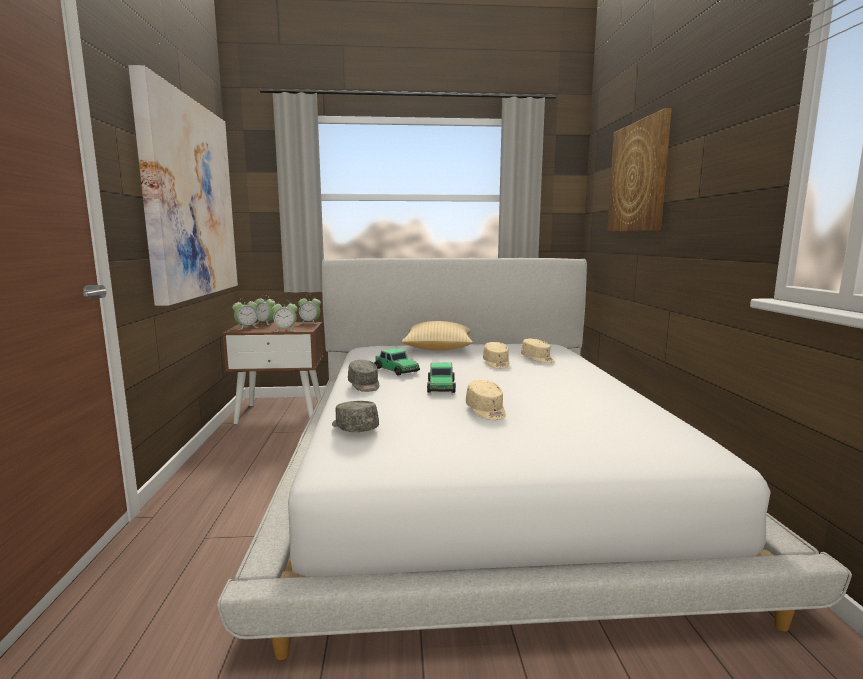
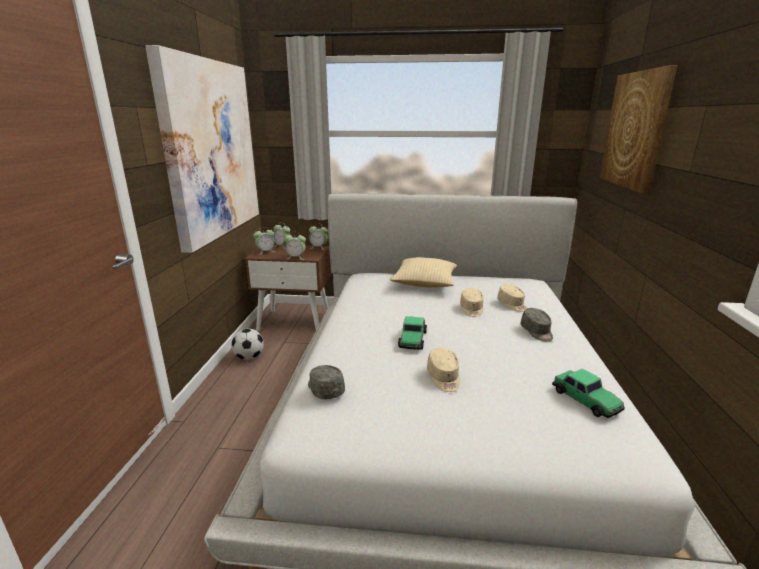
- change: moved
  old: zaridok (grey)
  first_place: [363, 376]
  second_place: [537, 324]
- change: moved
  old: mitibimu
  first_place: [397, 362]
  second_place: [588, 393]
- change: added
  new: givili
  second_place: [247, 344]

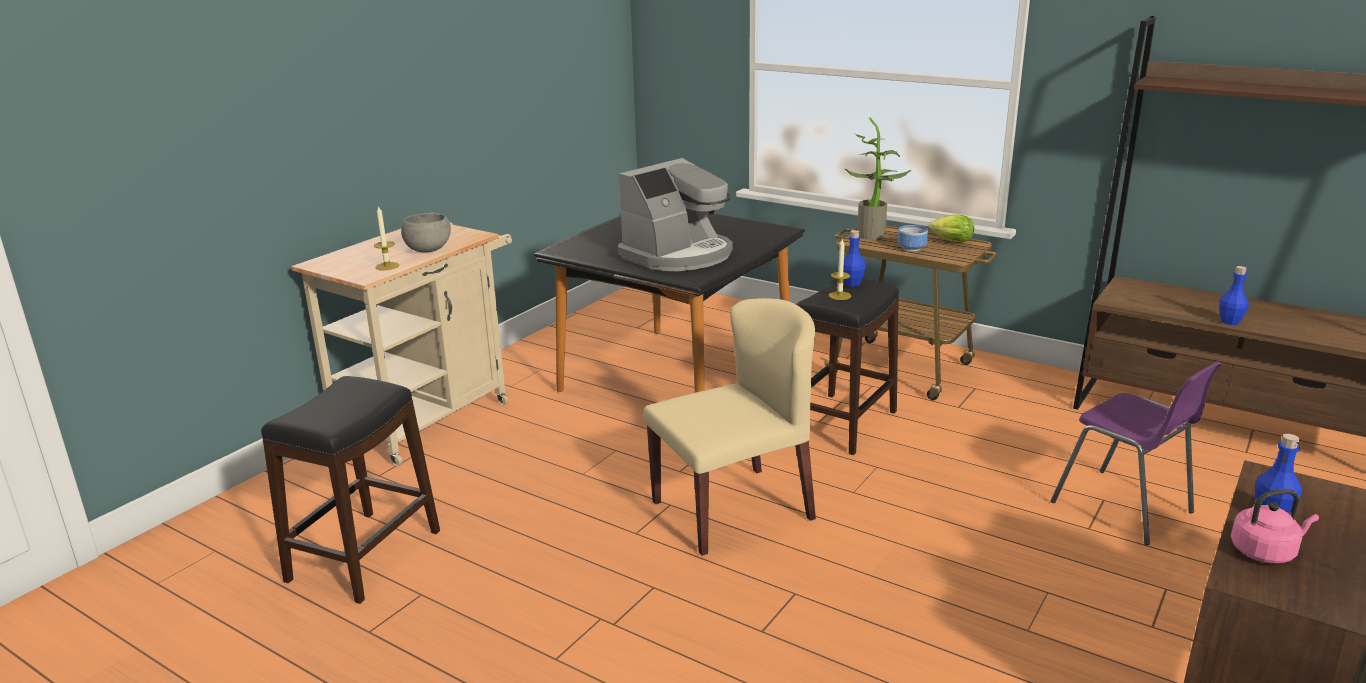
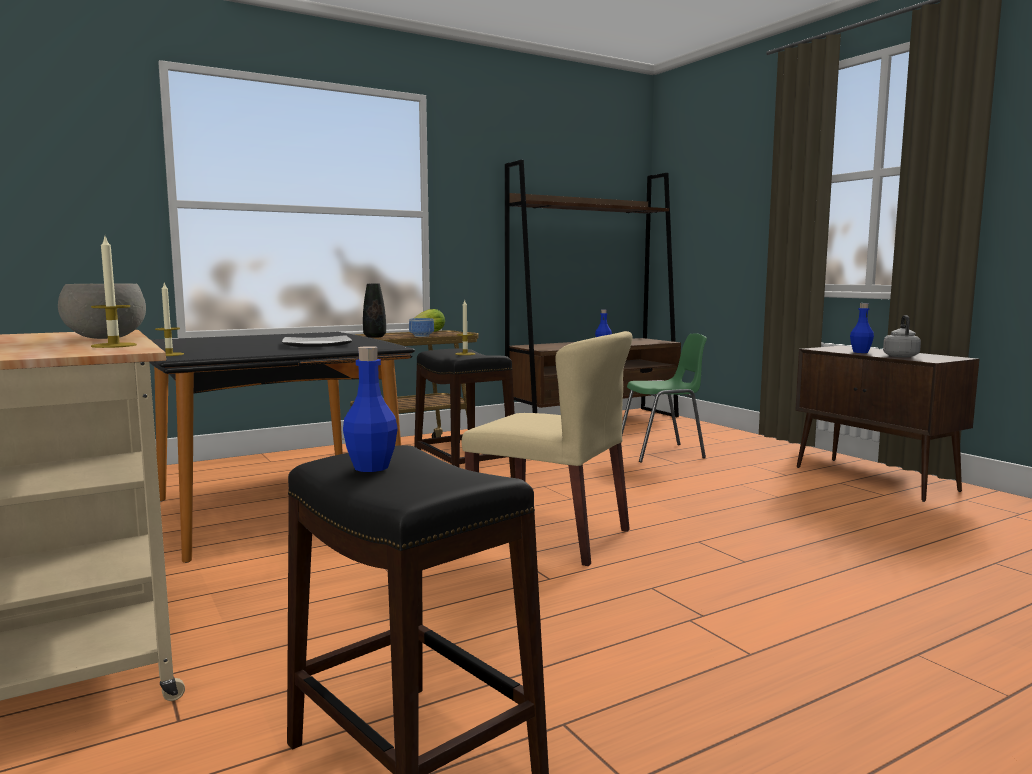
- change: replaced
  old: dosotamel
  new: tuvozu
  first_place: [675, 214]
  second_place: [317, 341]
- change: turned
  old: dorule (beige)
  first_place: [729, 427]
  second_place: [547, 448]
  degrees: 120
- change: moved
  old: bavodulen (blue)
  first_place: [854, 258]
  second_place: [370, 409]
- change: replaced
  old: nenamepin
  new: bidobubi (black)
  first_place: [878, 178]
  second_place: [374, 311]
- change: recoloured
  old: dorule (purple)
  new: dorule (green)
  first_place: [1136, 453]
  second_place: [664, 398]
- change: recoloured
  old: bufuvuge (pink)
  new: bufuvuge (grey)
  first_place: [1275, 526]
  second_place: [902, 336]
- change: added
  new: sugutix
  second_place: [169, 319]

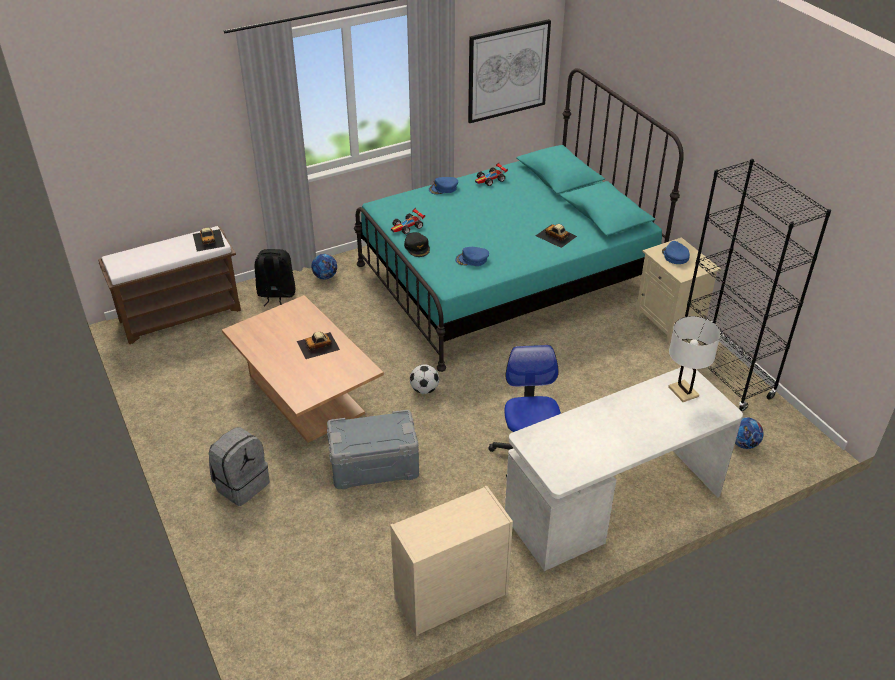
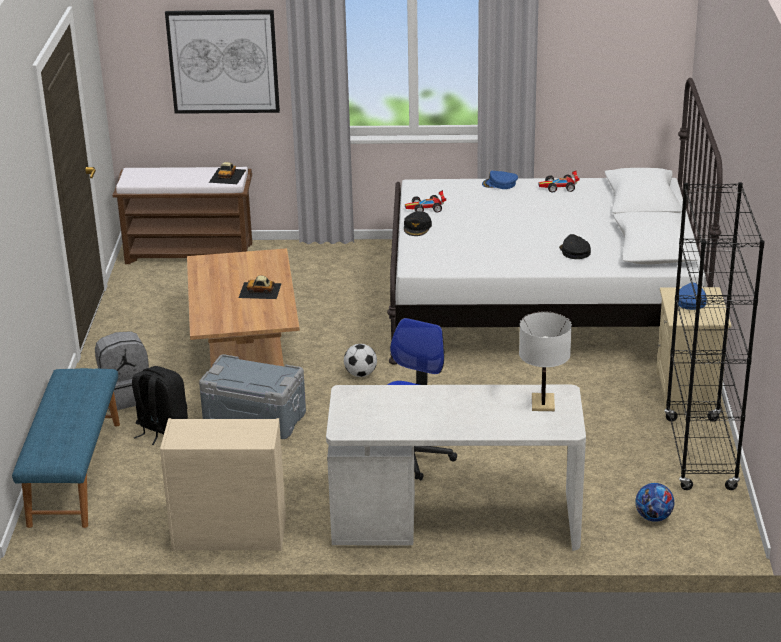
- change: moved
  old: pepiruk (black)
  first_place: [275, 277]
  second_place: [160, 405]
- change: removed
  old: givili
  first_place: [324, 266]
- change: recoloured
  old: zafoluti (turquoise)
  new: zafoluti (white)
  first_place: [519, 220]
  second_place: [555, 221]
- change: removed
  old: zaridok (blue)
  first_place: [472, 256]
- change: moved
  old: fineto
  first_place: [509, 71]
  second_place: [222, 62]
- change: replaced
  old: mitibimu
  new: zaridok (black)
  first_place: [556, 236]
  second_place: [575, 246]
- change: added
  new: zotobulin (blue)
  second_place: [66, 448]

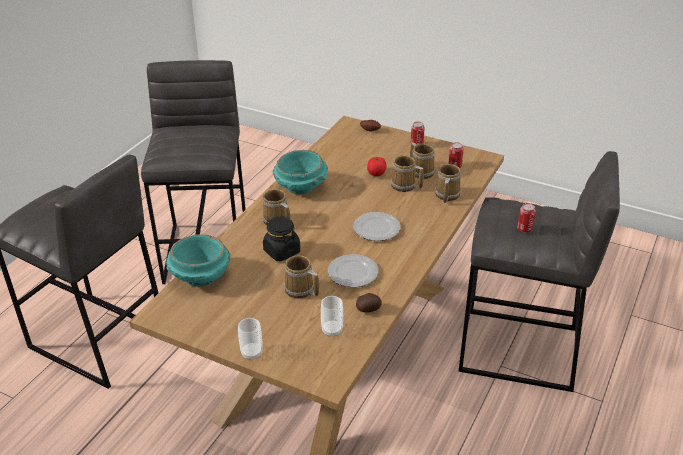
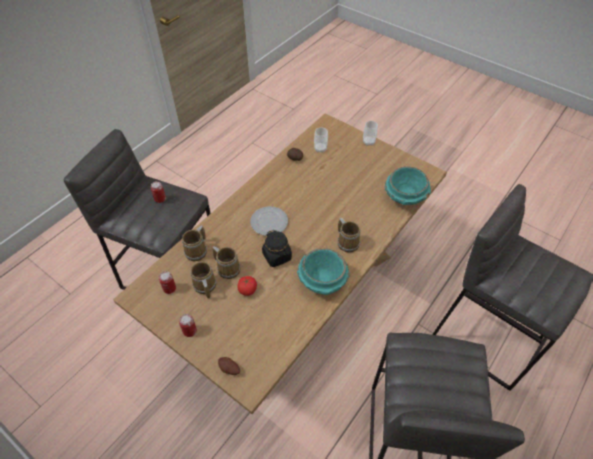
- change: moved
  old: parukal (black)
  first_place: [281, 239]
  second_place: [277, 248]
- change: removed
  old: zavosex
  first_place: [301, 277]
- change: removed
  old: tuvozu
  first_place: [353, 270]

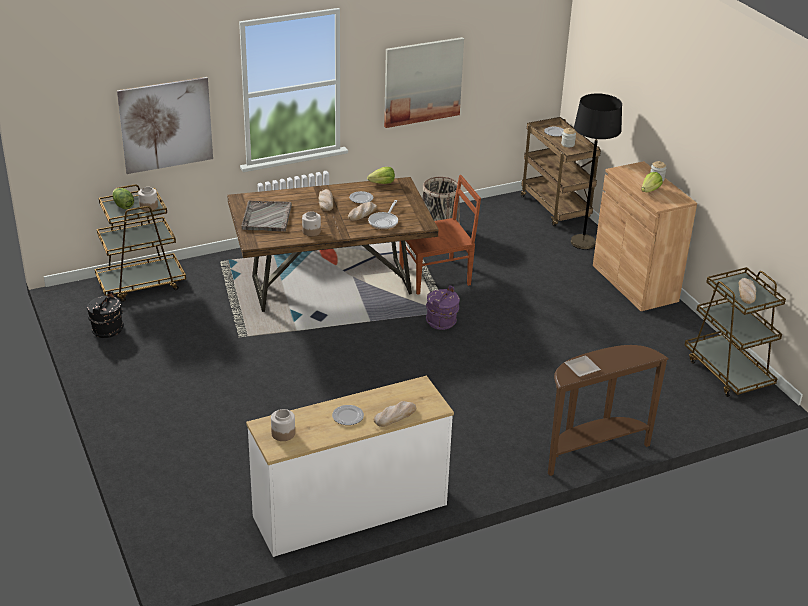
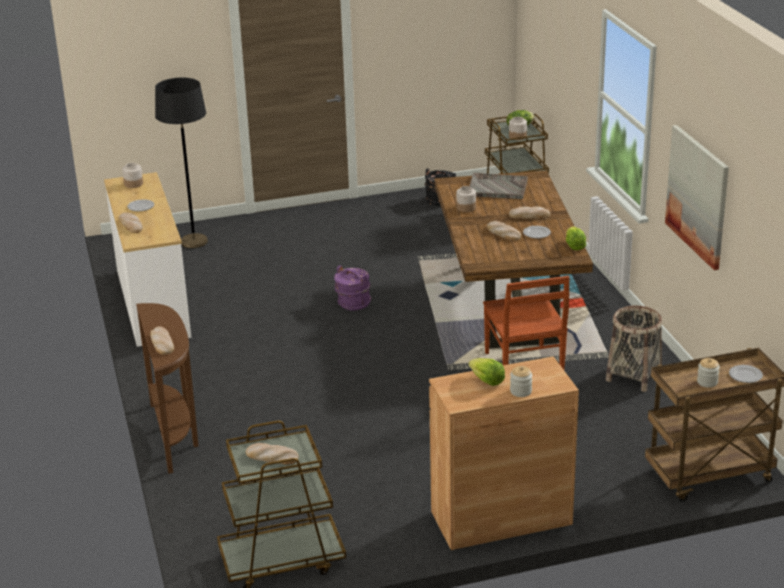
- change: removed
  old: fineto
  first_place: [165, 125]
- change: removed
  old: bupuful
  first_place: [383, 214]
- change: moved
  old: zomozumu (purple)
  first_place: [443, 307]
  second_place: [352, 287]
- change: removed
  old: tuvozu
  first_place: [582, 366]
- change: moved
  old: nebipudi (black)
  first_place: [596, 171]
  second_place: [181, 163]
- change: added
  new: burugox
  second_place: [162, 340]

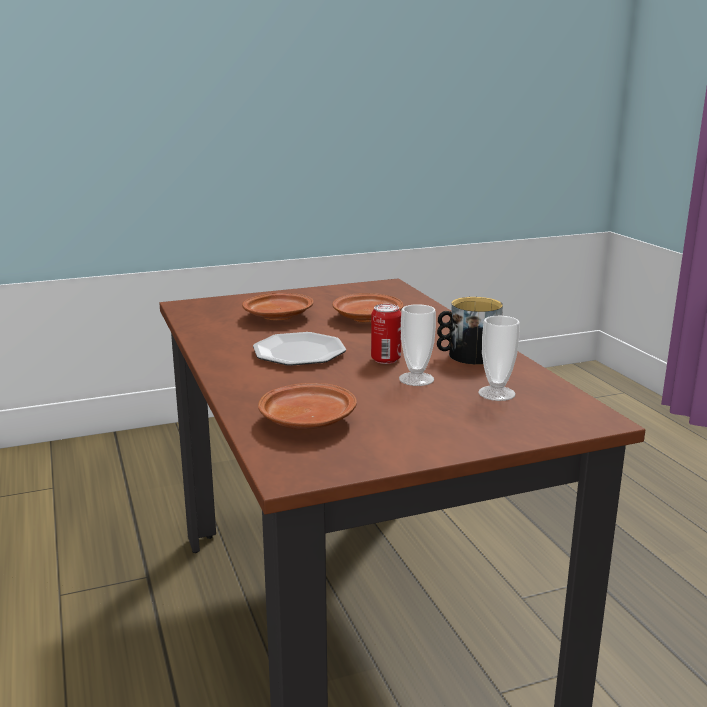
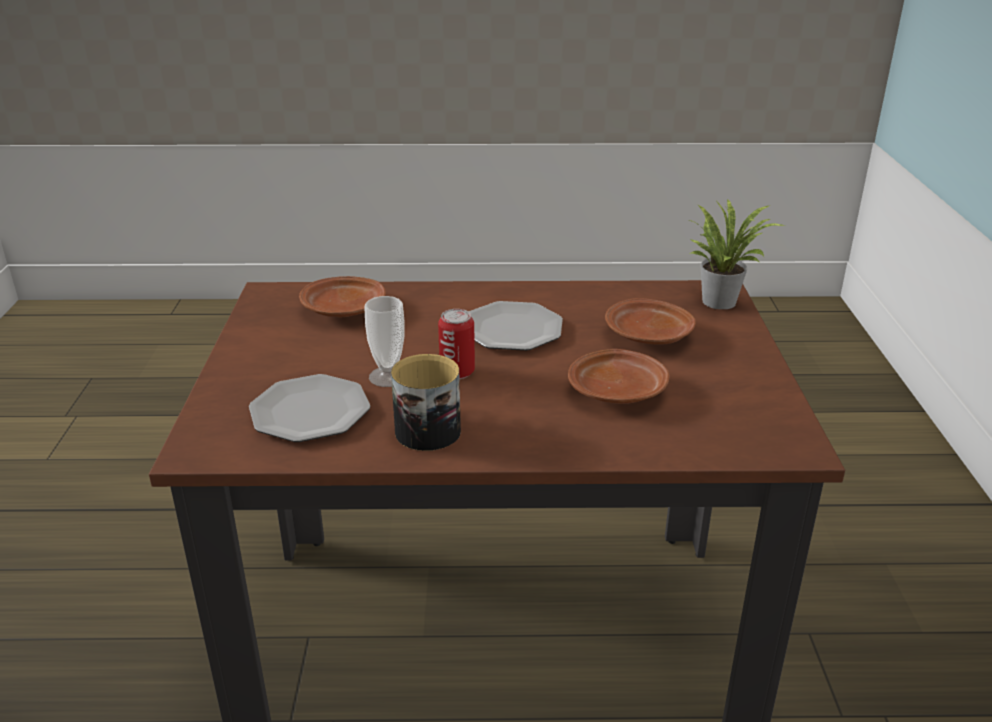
- change: replaced
  old: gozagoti
  new: tuvozu
  first_place: [499, 358]
  second_place: [309, 408]
- change: added
  new: nenamepin
  second_place: [737, 254]

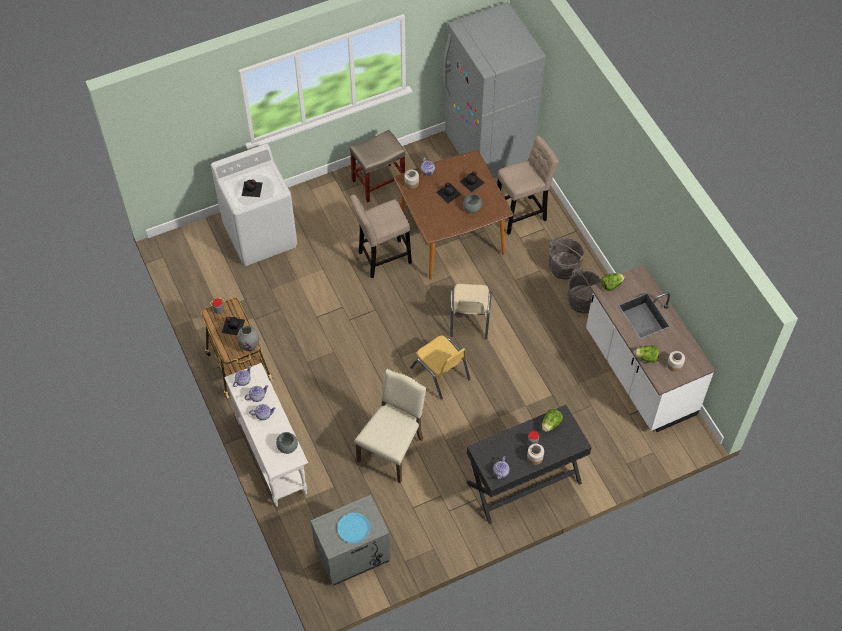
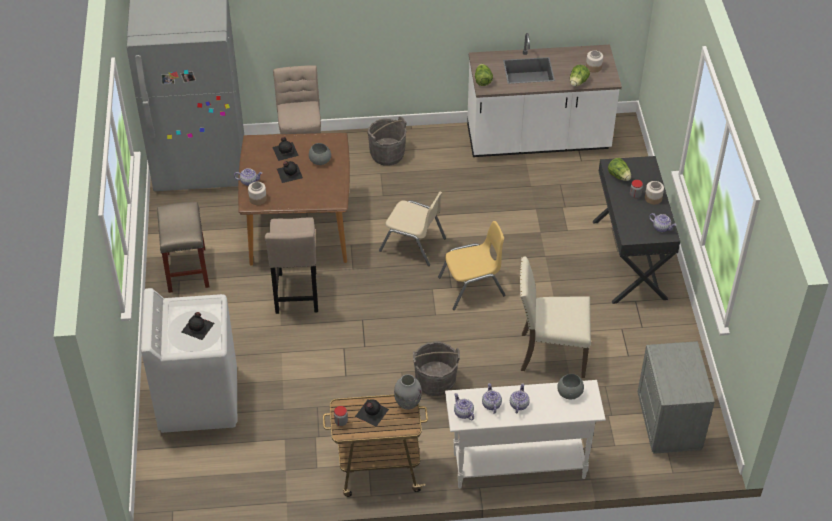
- change: removed
  old: tuvozu (blue)
  first_place: [353, 528]
- change: turned
  old: dorule (beige)
  first_place: [391, 426]
  second_place: [555, 317]
  degrees: -45
- change: moved
  old: zomozumu (grey)
  first_place: [584, 290]
  second_place: [436, 368]

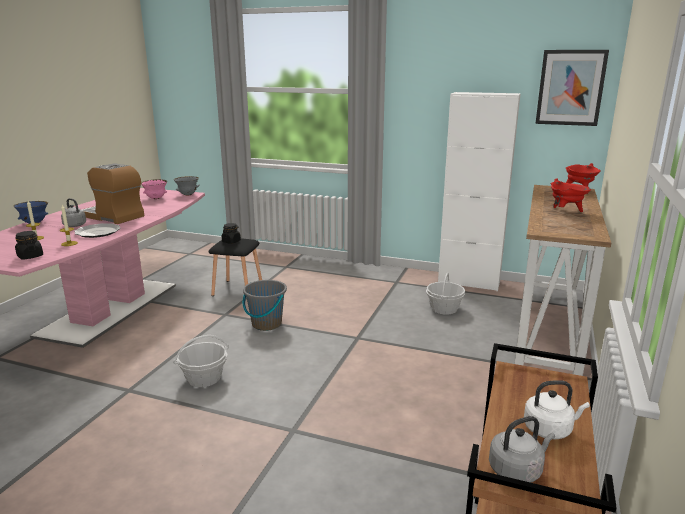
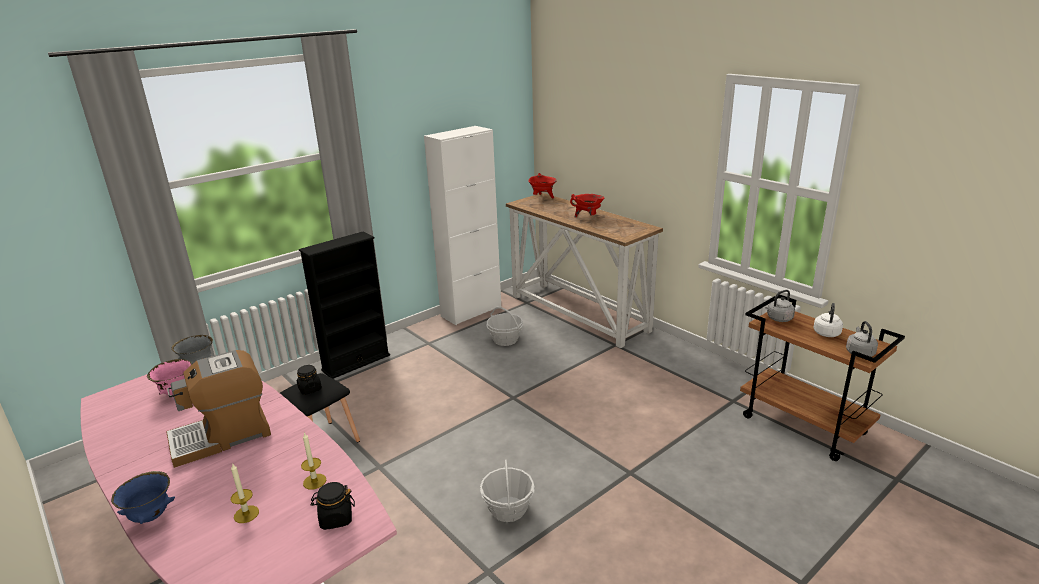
- change: moved
  old: bufuvuge (grey)
  first_place: [73, 212]
  second_place: [780, 306]
- change: removed
  old: tuvozu
  first_place: [97, 230]
- change: removed
  old: zomozumu (grey)
  first_place: [265, 305]
- change: removed
  old: fineto
  first_place: [572, 88]
- change: added
  new: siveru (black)
  second_place: [344, 305]

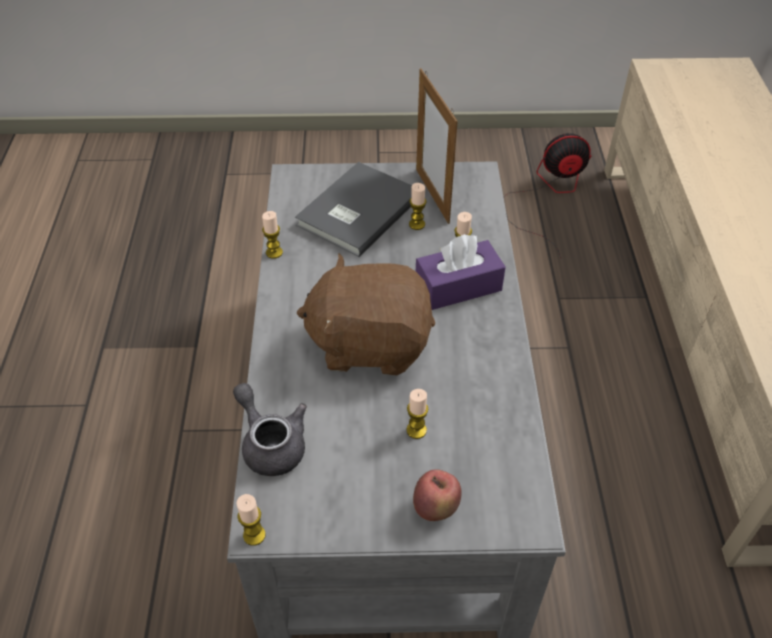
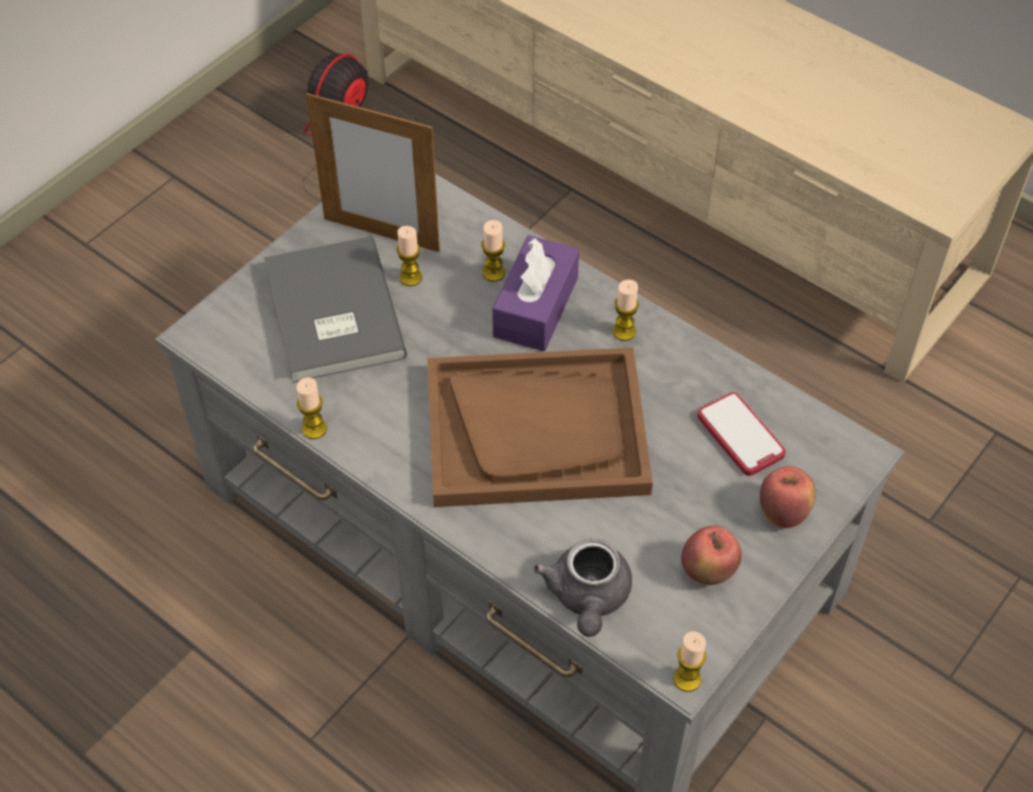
- change: turned
  old: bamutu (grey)
  first_place: [270, 429]
  second_place: [582, 588]
  degrees: -90
- change: replaced
  old: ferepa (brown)
  new: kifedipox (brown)
  first_place: [365, 314]
  second_place: [540, 427]
- change: moved
  old: sugutix
  first_place: [417, 414]
  second_place: [625, 310]
- change: added
  new: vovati
  second_place: [711, 555]
- change: added
  new: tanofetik
  second_place: [741, 434]

